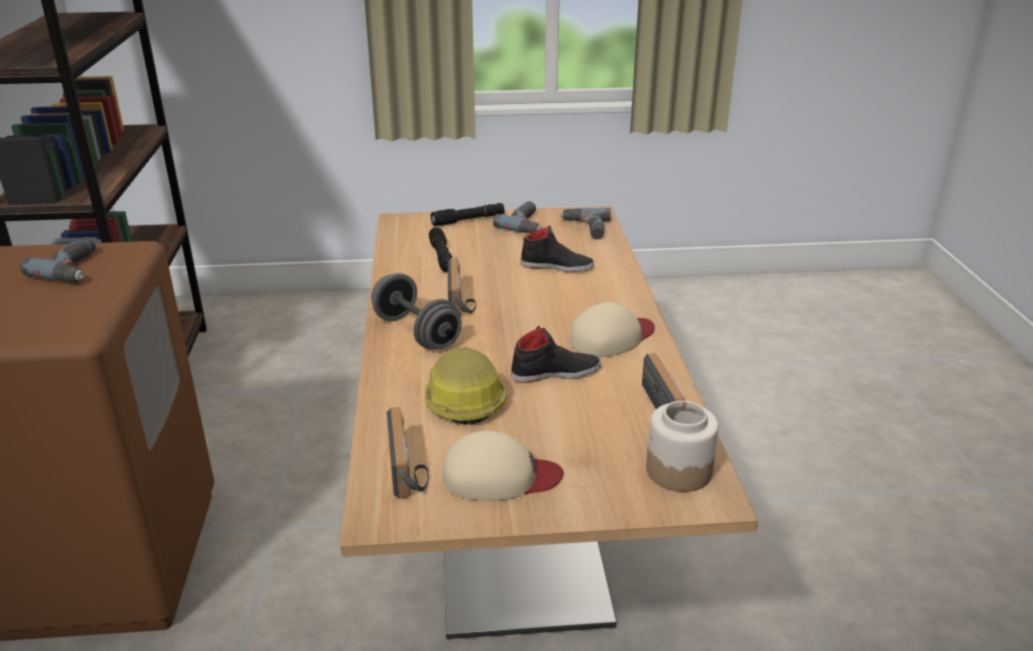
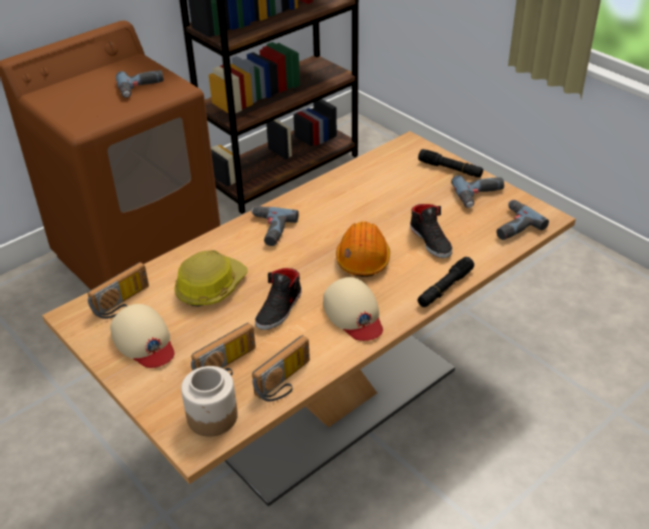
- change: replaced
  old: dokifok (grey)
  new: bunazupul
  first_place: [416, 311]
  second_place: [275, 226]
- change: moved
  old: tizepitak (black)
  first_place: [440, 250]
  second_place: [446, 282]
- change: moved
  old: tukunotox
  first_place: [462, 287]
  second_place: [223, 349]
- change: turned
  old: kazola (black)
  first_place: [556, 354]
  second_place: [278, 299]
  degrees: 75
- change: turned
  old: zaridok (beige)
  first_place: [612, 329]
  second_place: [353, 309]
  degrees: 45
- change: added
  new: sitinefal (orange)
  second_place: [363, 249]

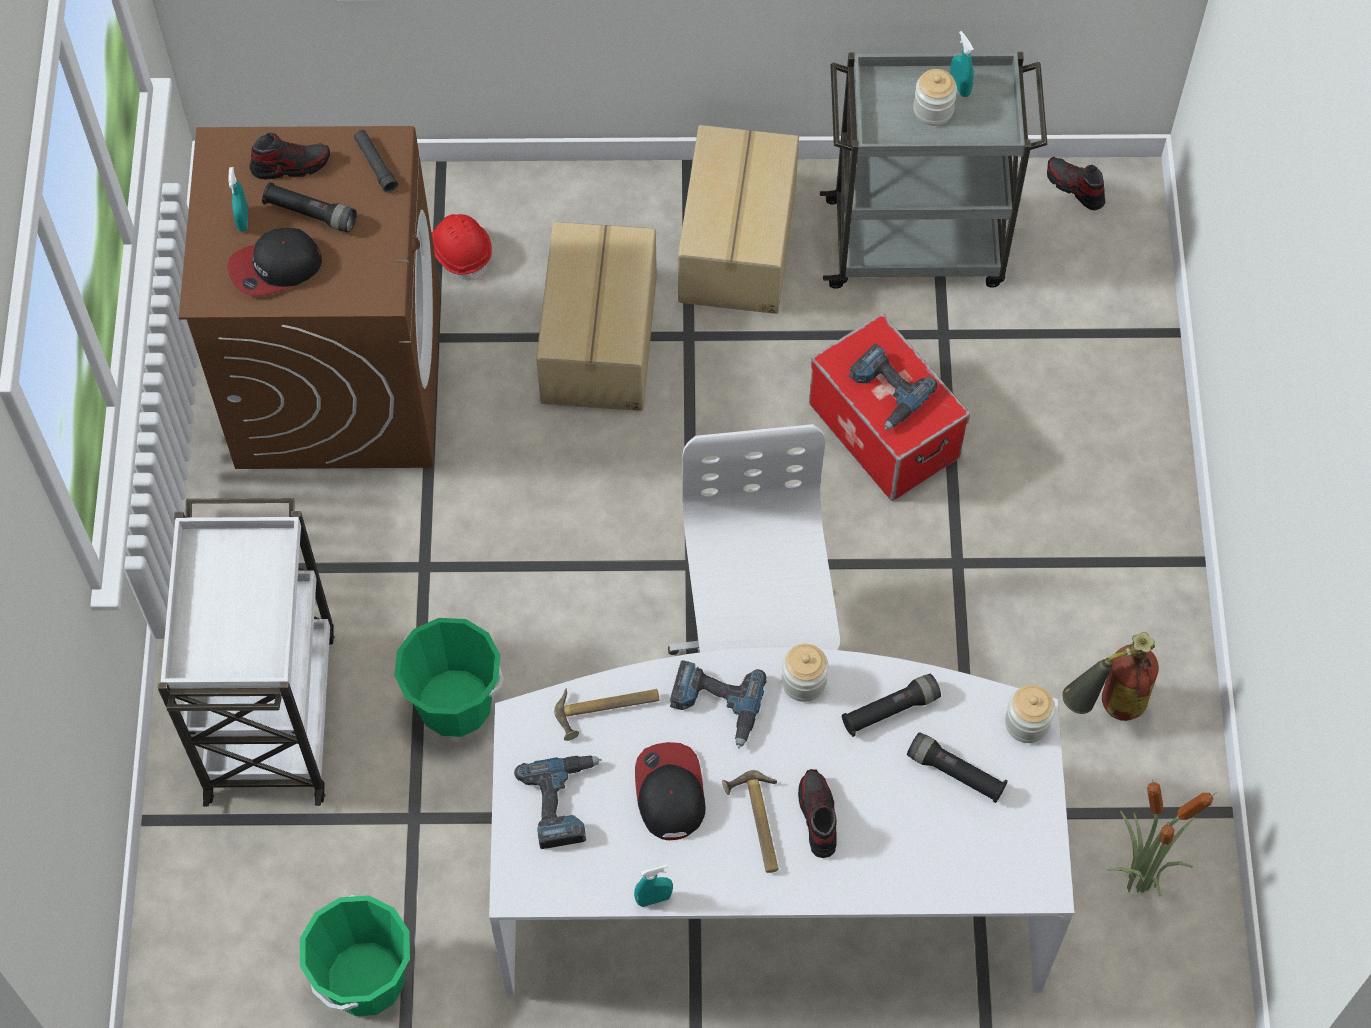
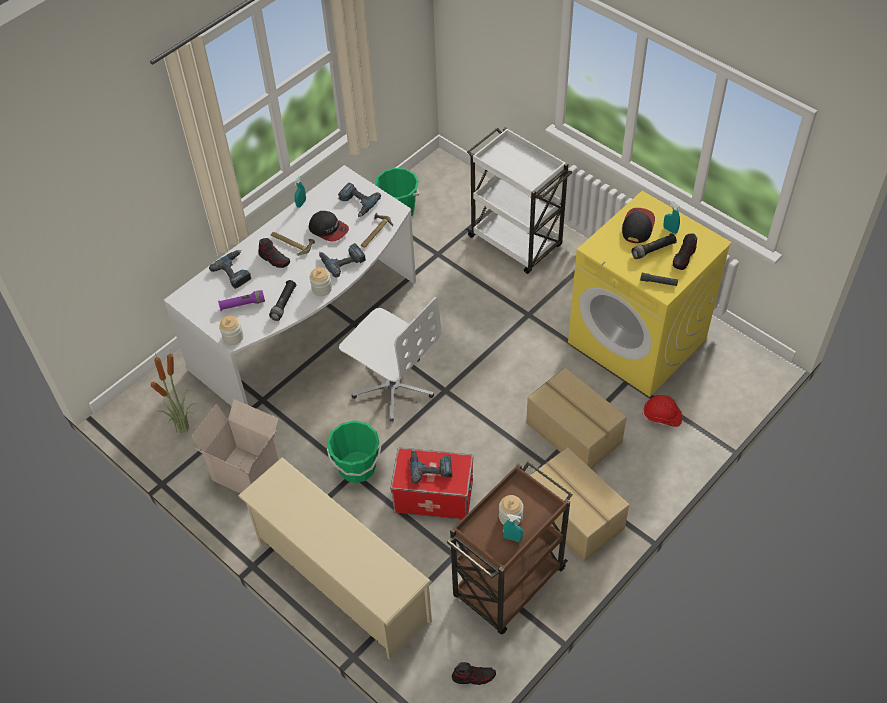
- change: recoloured
  old: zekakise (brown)
  new: zekakise (yellow)
  first_place: [309, 297]
  second_place: [650, 294]
- change: moved
  old: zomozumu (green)
  first_place: [449, 677]
  second_place: [354, 451]
- change: recoloured
  old: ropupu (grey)
  new: ropupu (brown)
  first_place: [934, 170]
  second_place: [510, 548]
- change: recoloured
  old: tizepitak (black)
  new: tizepitak (purple)
  first_place: [957, 767]
  second_place: [241, 300]
- change: replaced
  old: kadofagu
  new: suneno
  first_place: [1111, 676]
  second_place: [235, 446]
- change: added
  new: bunazupul
  second_place: [230, 269]
- change: added
  new: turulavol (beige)
  second_place: [335, 558]

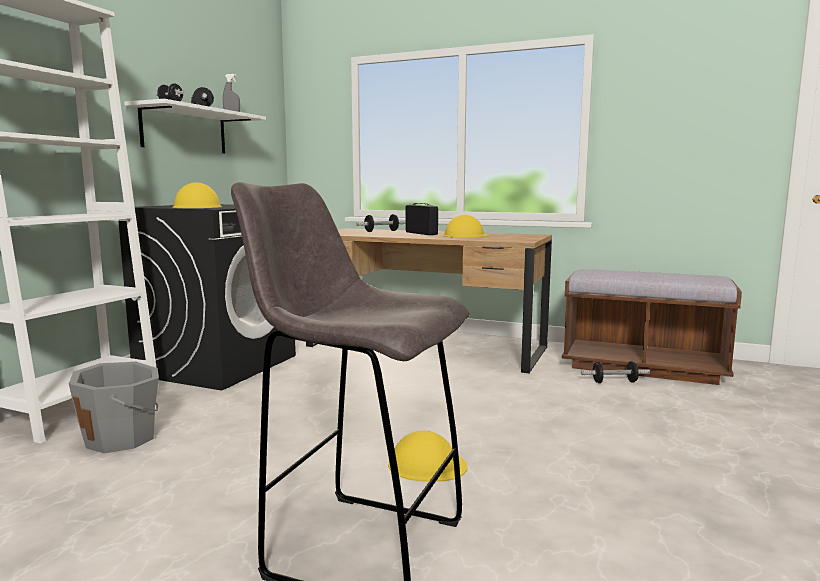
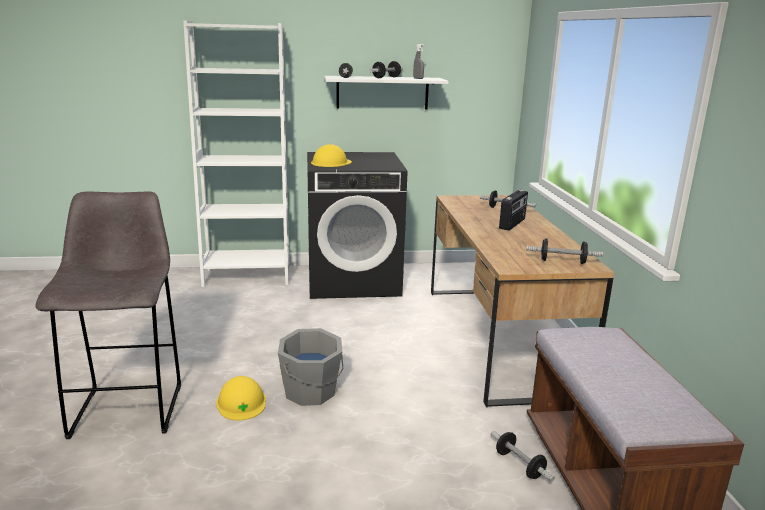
- change: moved
  old: zomozumu (grey)
  first_place: [114, 407]
  second_place: [310, 367]
- change: removed
  old: sitinefal (yellow)
  first_place: [466, 226]
- change: added
  new: dokifok
  second_place: [564, 251]

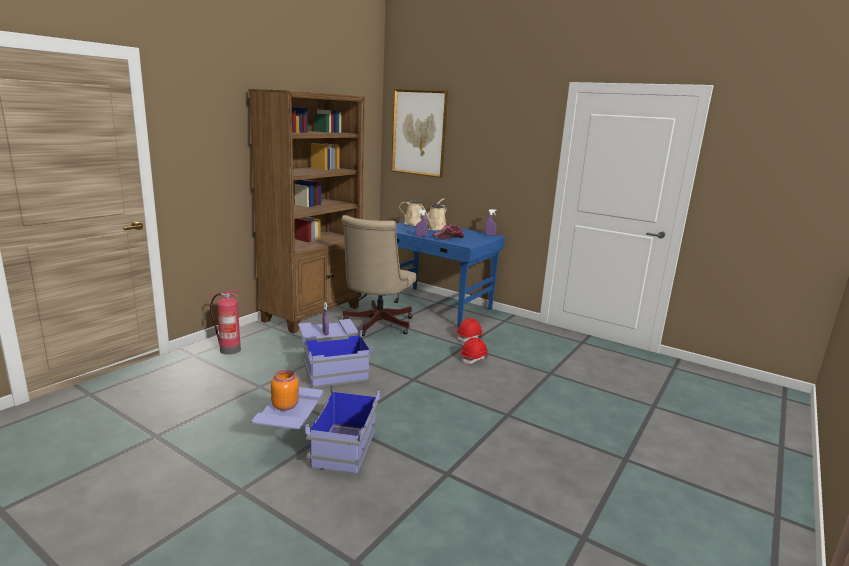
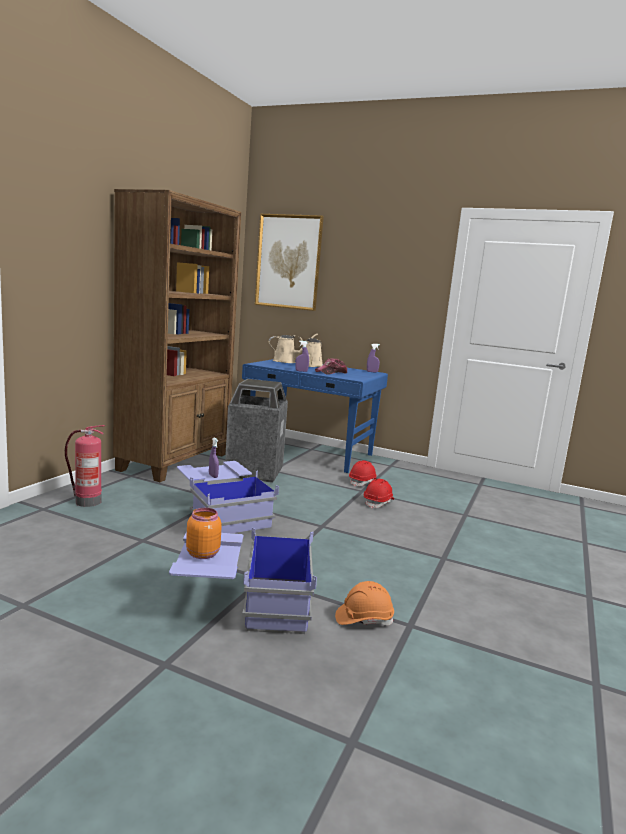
- change: replaced
  old: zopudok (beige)
  new: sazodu
  first_place: [379, 275]
  second_place: [256, 431]
- change: added
  new: sitinefal (orange)
  second_place: [364, 603]

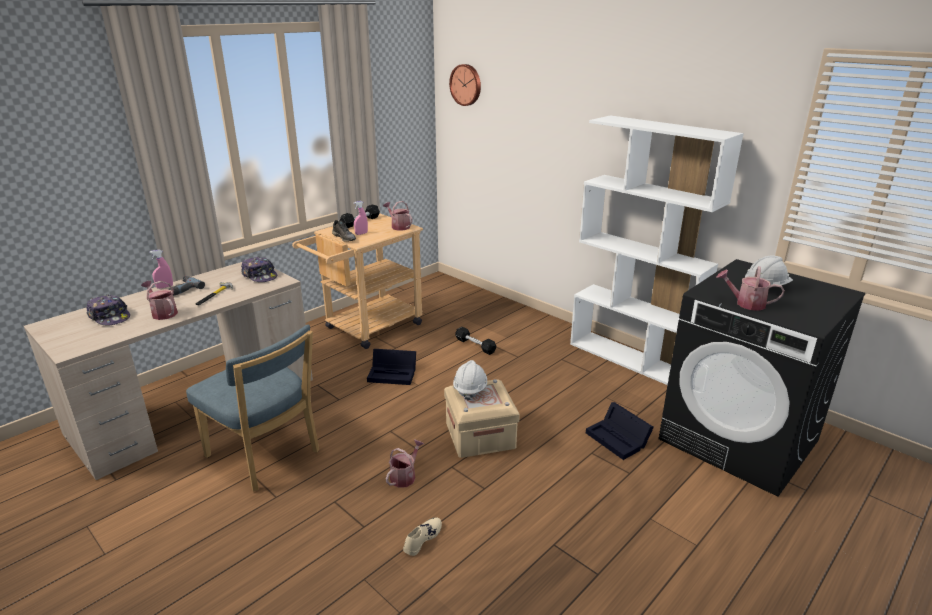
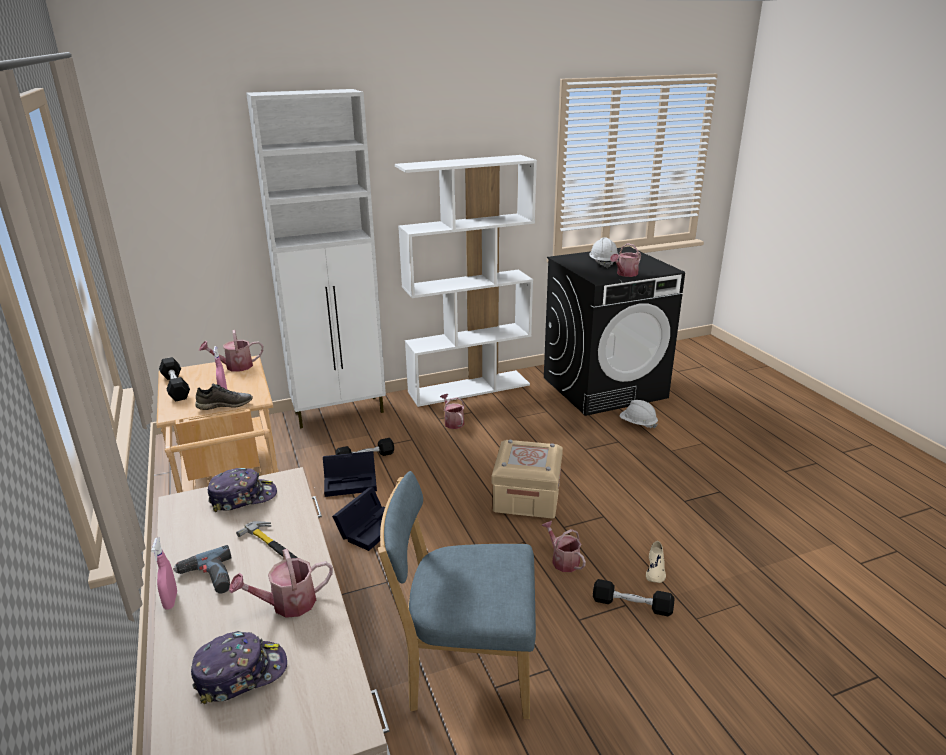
- change: turned
  old: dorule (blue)
  first_place: [252, 408]
  second_place: [457, 595]
  degrees: -150
- change: turned
  old: kazola (beige)
  first_place: [422, 536]
  second_place: [656, 562]
  degrees: -135
- change: removed
  old: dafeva
  first_place: [465, 85]
- change: moved
  old: sitinefal (white)
  first_place: [470, 380]
  second_place: [639, 414]
- change: moved
  old: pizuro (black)
  first_place: [620, 431]
  second_place: [350, 474]
- change: added
  new: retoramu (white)
  second_place: [316, 258]
- change: added
  new: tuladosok
  second_place: [452, 411]
- change: added
  new: dokifok (black)
  second_place: [634, 597]

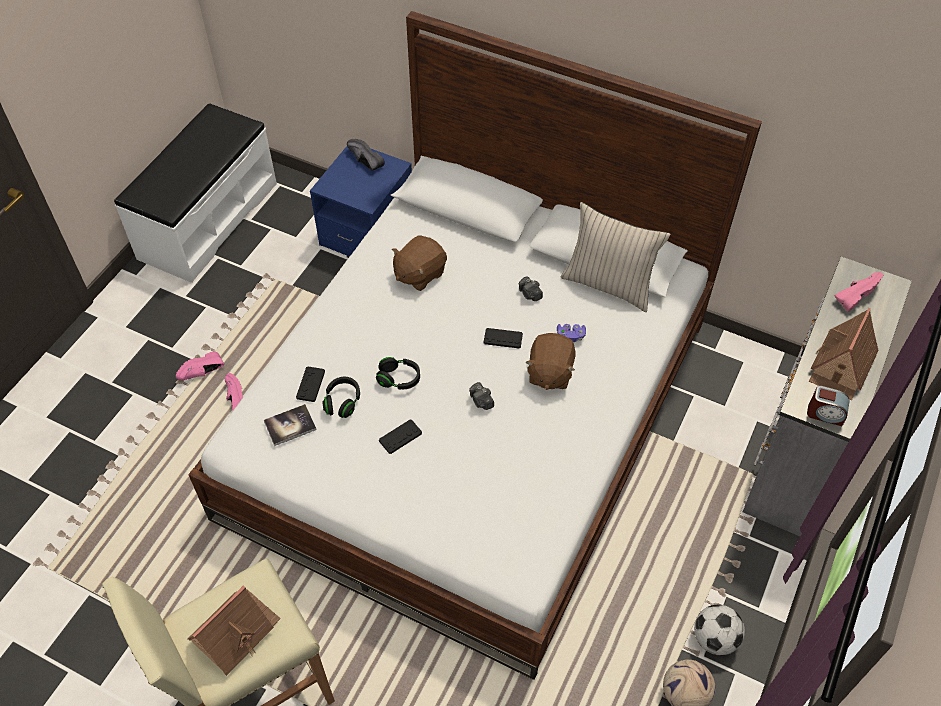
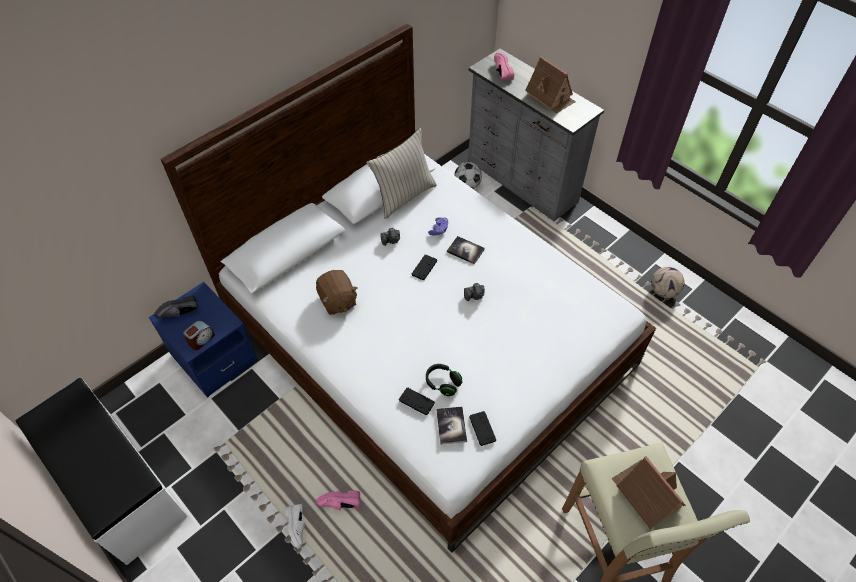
- change: recoloured
  old: kazola (pink)
  new: kazola (white)
  first_place: [200, 365]
  second_place: [295, 526]
- change: removed
  old: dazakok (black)
  first_place: [398, 373]
- change: moved
  old: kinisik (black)
  first_place: [400, 437]
  second_place: [482, 428]
- change: replaced
  old: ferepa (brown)
  new: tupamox
  first_place: [550, 361]
  second_place: [466, 250]
- change: moved
  old: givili
  first_place: [719, 629]
  second_place: [468, 175]
- change: moved
  old: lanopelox
  first_place: [828, 406]
  second_place: [199, 335]

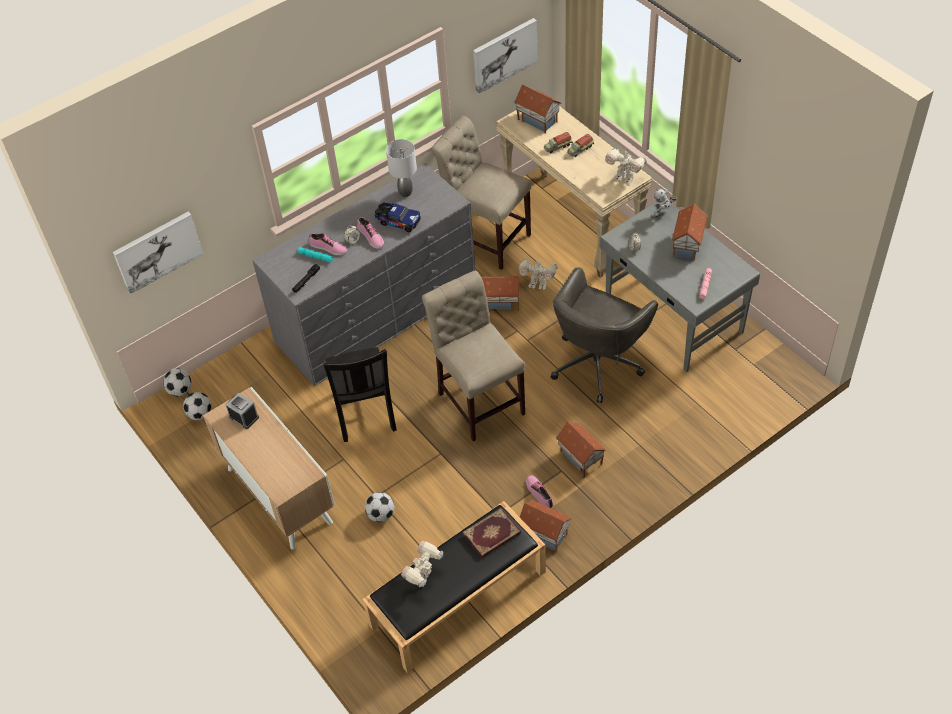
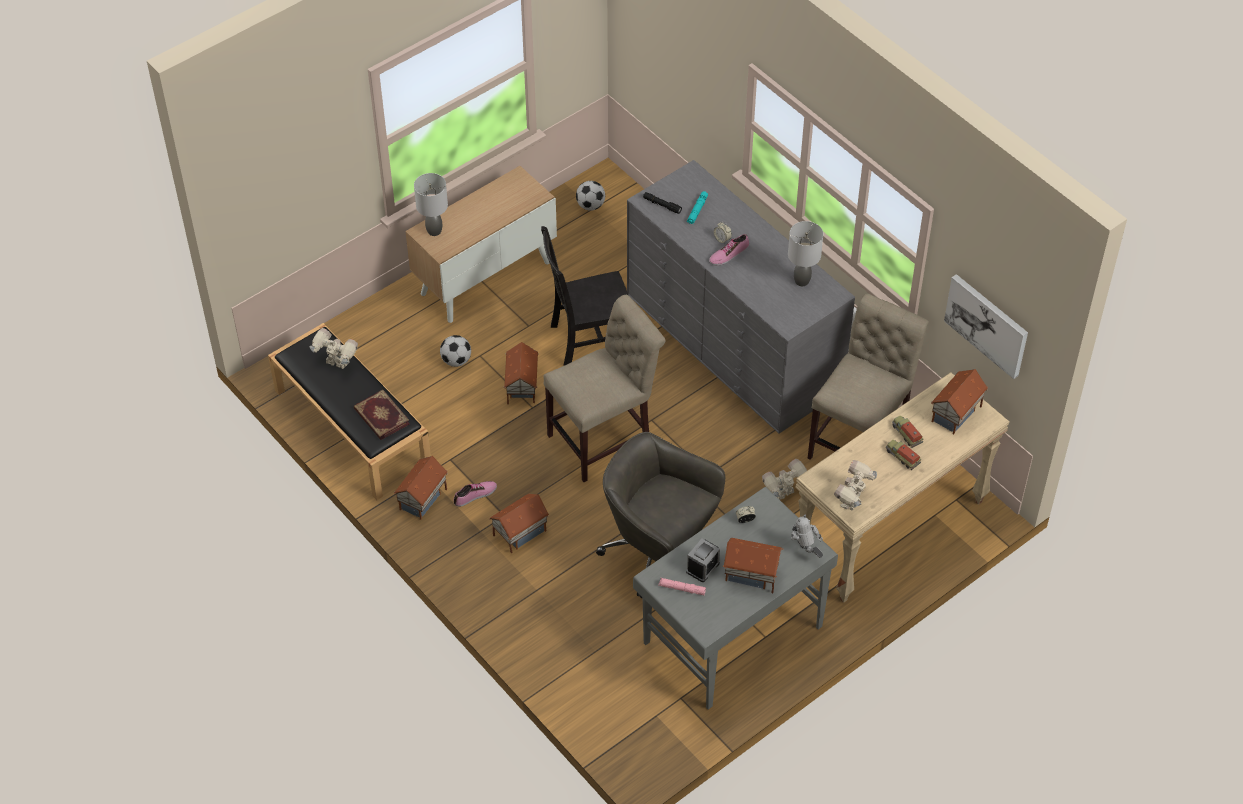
- change: removed
  old: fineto
  first_place: [158, 253]
- change: removed
  old: givili
  first_place: [177, 382]
- change: moved
  old: lanopelox
  first_place: [242, 411]
  second_place: [703, 560]
- change: removed
  old: kazola
  first_place: [328, 244]
- change: removed
  old: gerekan
  first_place: [398, 217]
- change: moved
  old: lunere
  first_place: [500, 293]
  second_place: [521, 373]
- change: turned
  old: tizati
  first_place: [538, 274]
  second_place: [784, 479]
  degrees: 45
- change: added
  new: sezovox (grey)
  second_place: [431, 204]

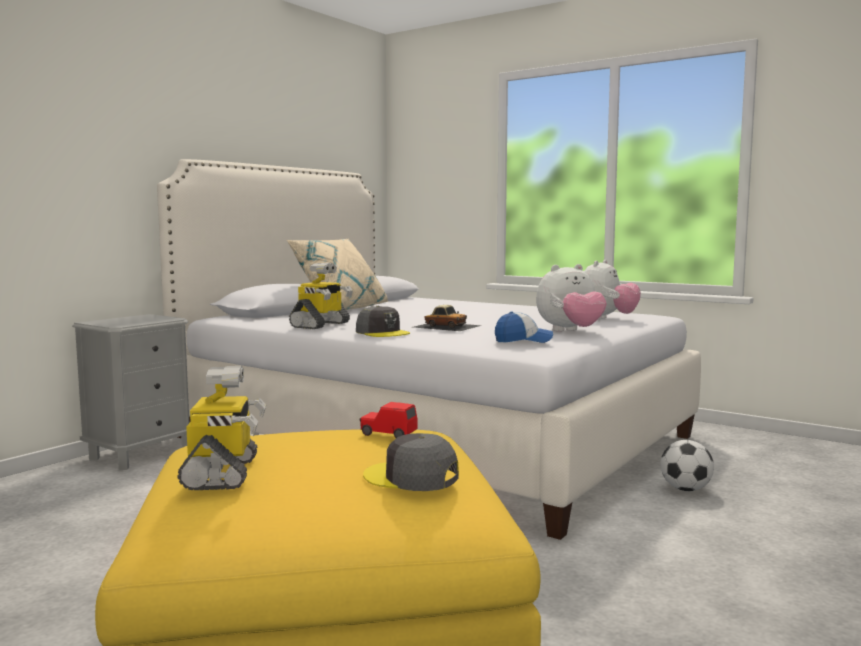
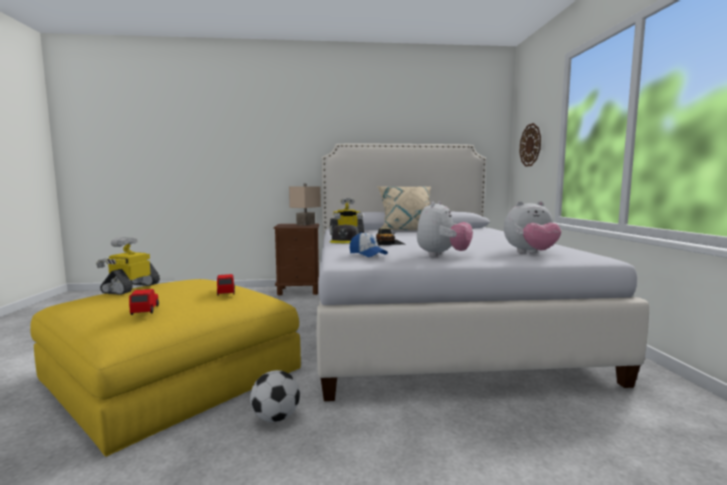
- change: recoloured
  old: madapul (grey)
  new: madapul (brown)
  first_place: [130, 392]
  second_place: [296, 260]
- change: turned
  old: tizati
  first_place: [221, 428]
  second_place: [128, 266]
  degrees: 150
- change: replaced
  old: zaridok (grey)
  new: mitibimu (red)
  first_place: [411, 462]
  second_place: [144, 302]
- change: turned
  old: ferepa
  first_place: [571, 298]
  second_place: [445, 229]
  degrees: -90
- change: moved
  old: givili
  first_place: [687, 465]
  second_place: [275, 396]
- change: added
  new: sezovox (beige)
  second_place: [305, 204]
- change: added
  new: dafeva
  second_place: [530, 145]

